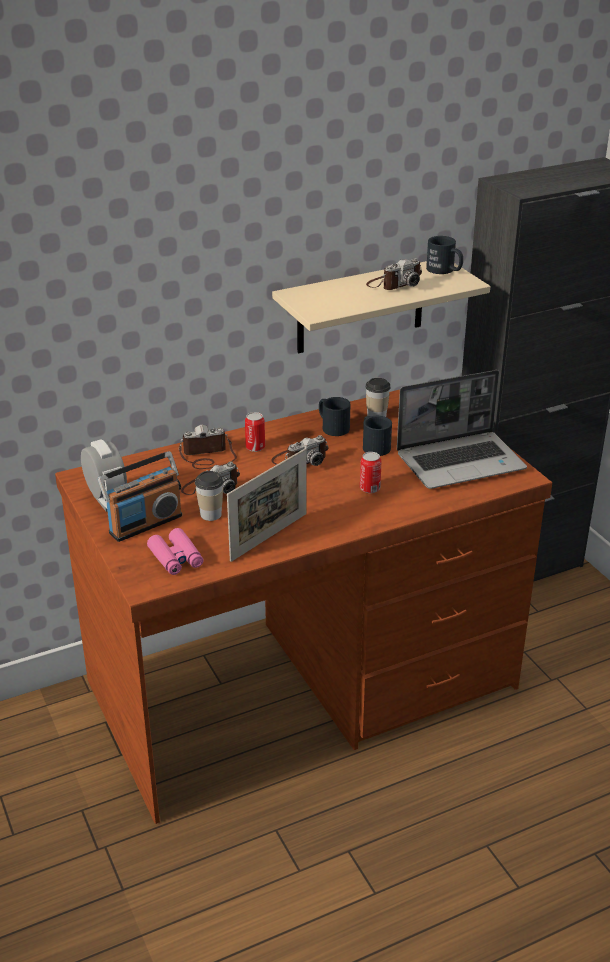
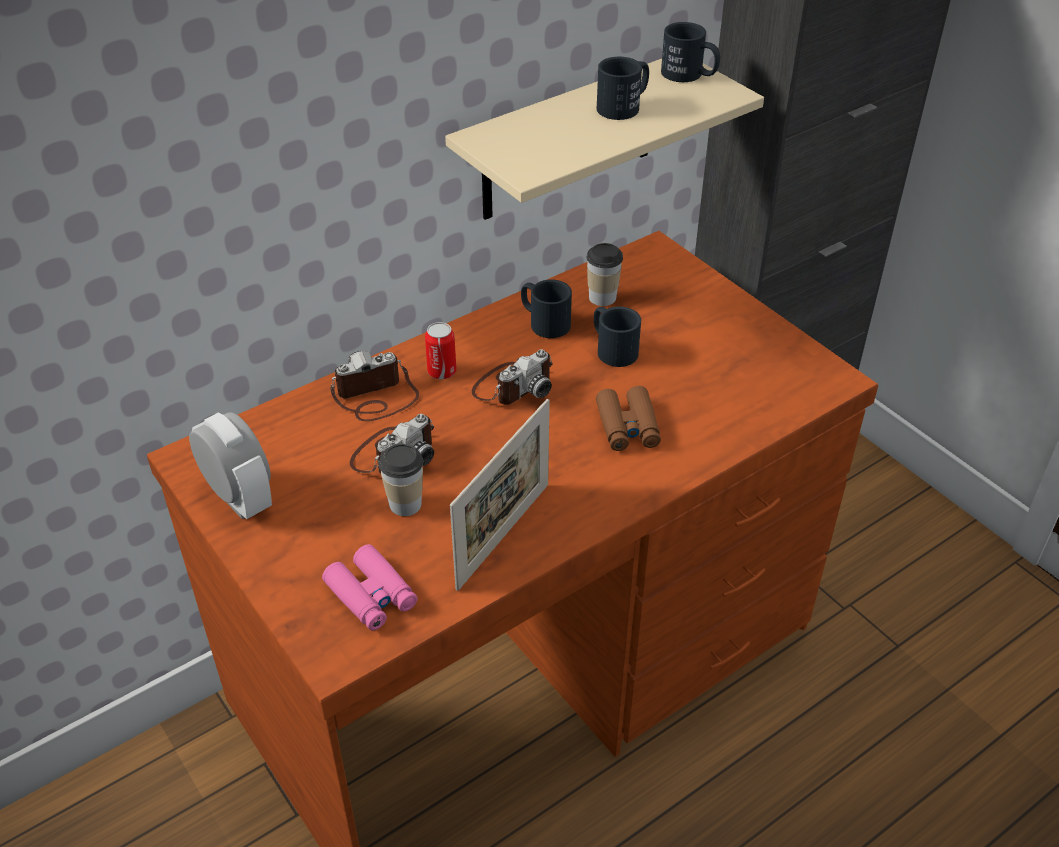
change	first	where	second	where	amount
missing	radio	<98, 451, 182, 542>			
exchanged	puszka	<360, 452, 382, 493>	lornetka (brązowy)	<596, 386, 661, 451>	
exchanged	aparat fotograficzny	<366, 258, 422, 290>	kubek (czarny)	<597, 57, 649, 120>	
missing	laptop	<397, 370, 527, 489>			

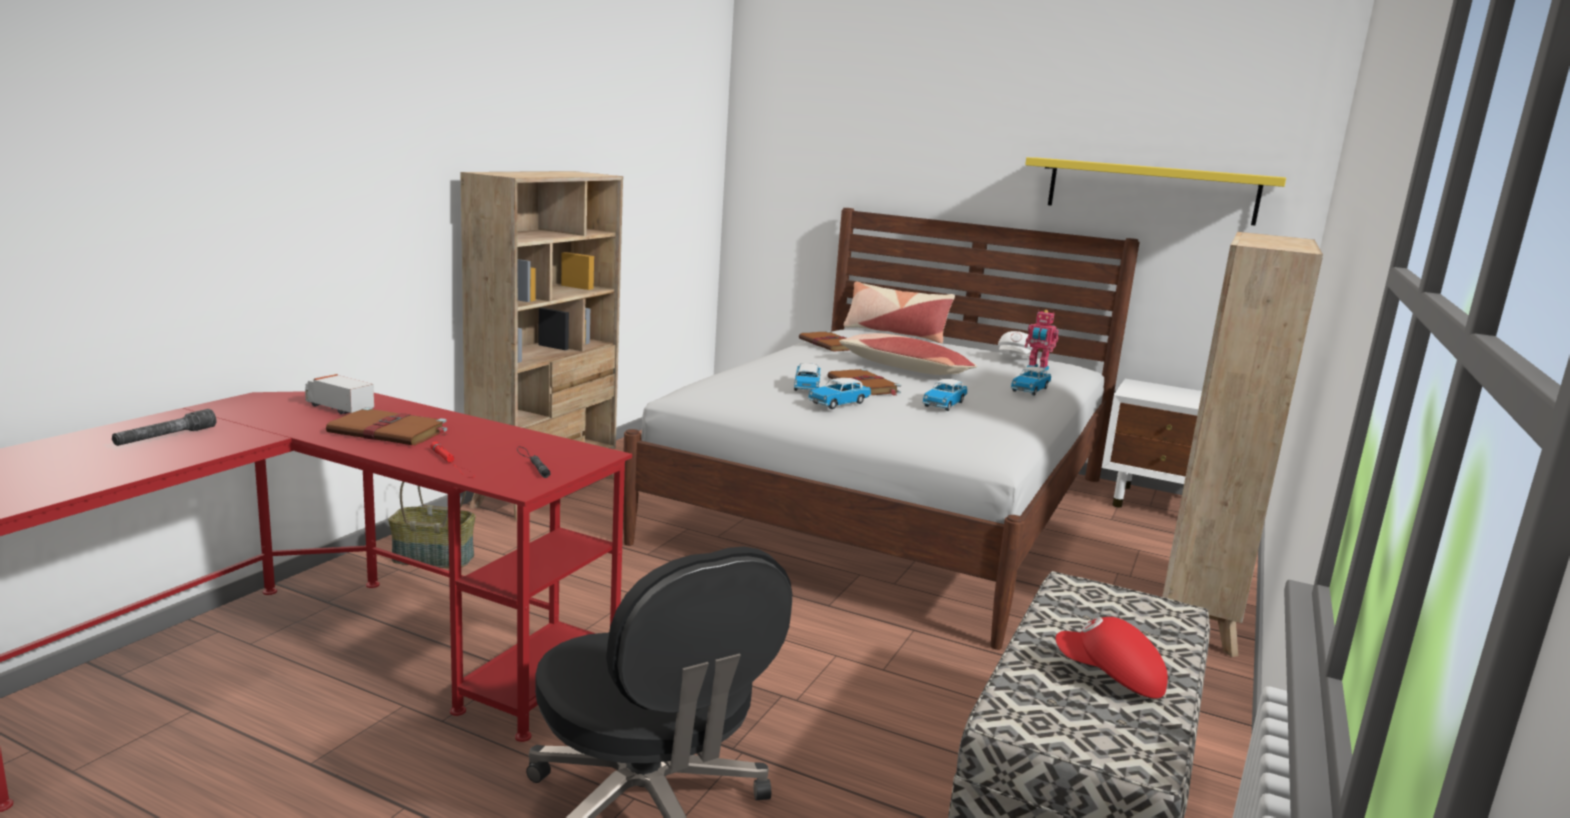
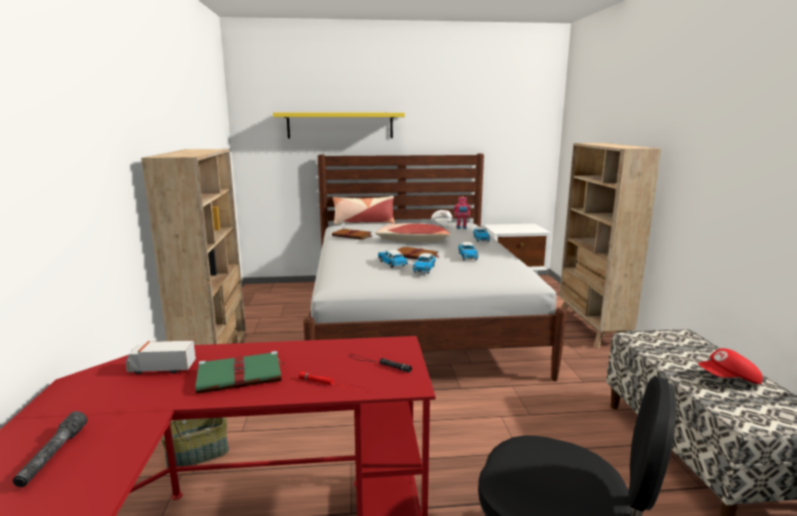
change	first	where	second	where	amount
colour	książka (brązowy)	<326, 407, 448, 445>	książka (zielony)	<195, 351, 285, 394>	
relocated	półka (żółty)	<1025, 157, 1286, 225>		<273, 113, 405, 139>	

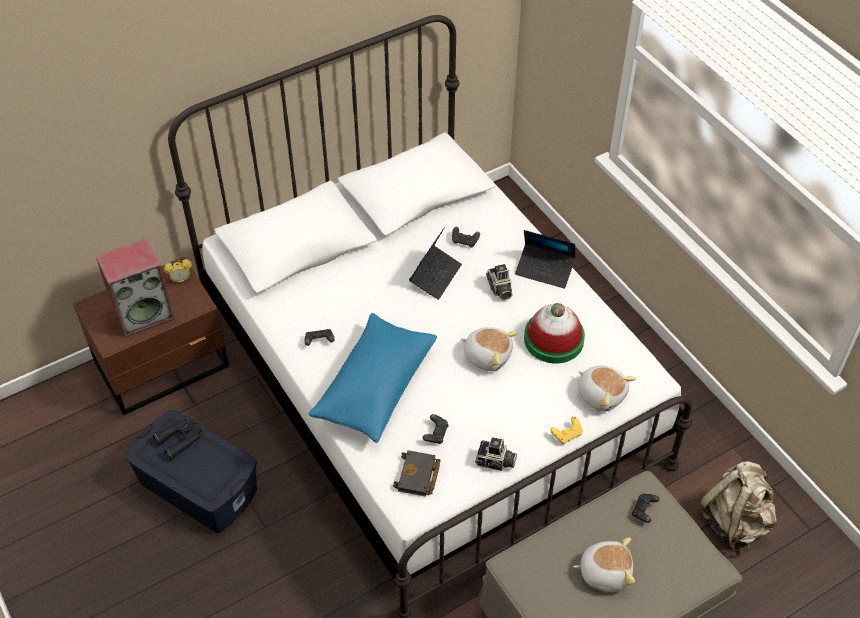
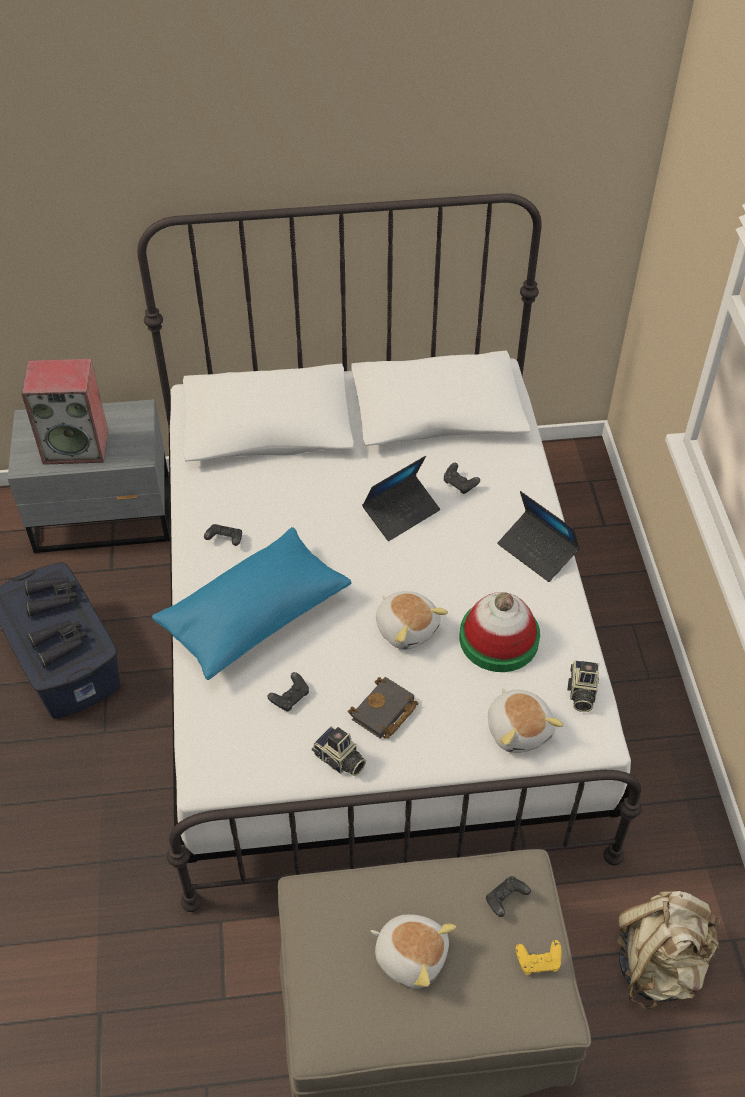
change	first	where	second	where	amount
colour	szafka nocna (brązowy)	<73, 257, 229, 415>	szafka nocna (szary)	<8, 399, 170, 553>	
missing	budzik	<164, 259, 192, 283>			
relocated	książka (czarny)	<393, 450, 441, 497>		<348, 677, 419, 739>	
relocated	aparat fotograficzny	<486, 264, 513, 301>		<567, 660, 599, 712>	
relocated	pad do gier (żółty)	<550, 416, 583, 444>		<516, 940, 562, 974>	
appeared			lornetka (czarny)	<27, 620, 87, 668>	

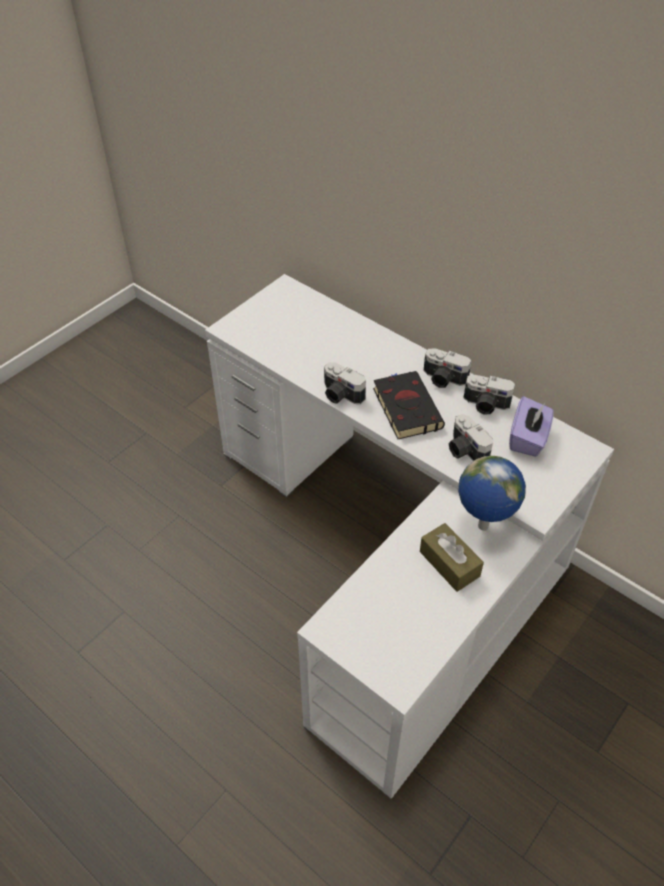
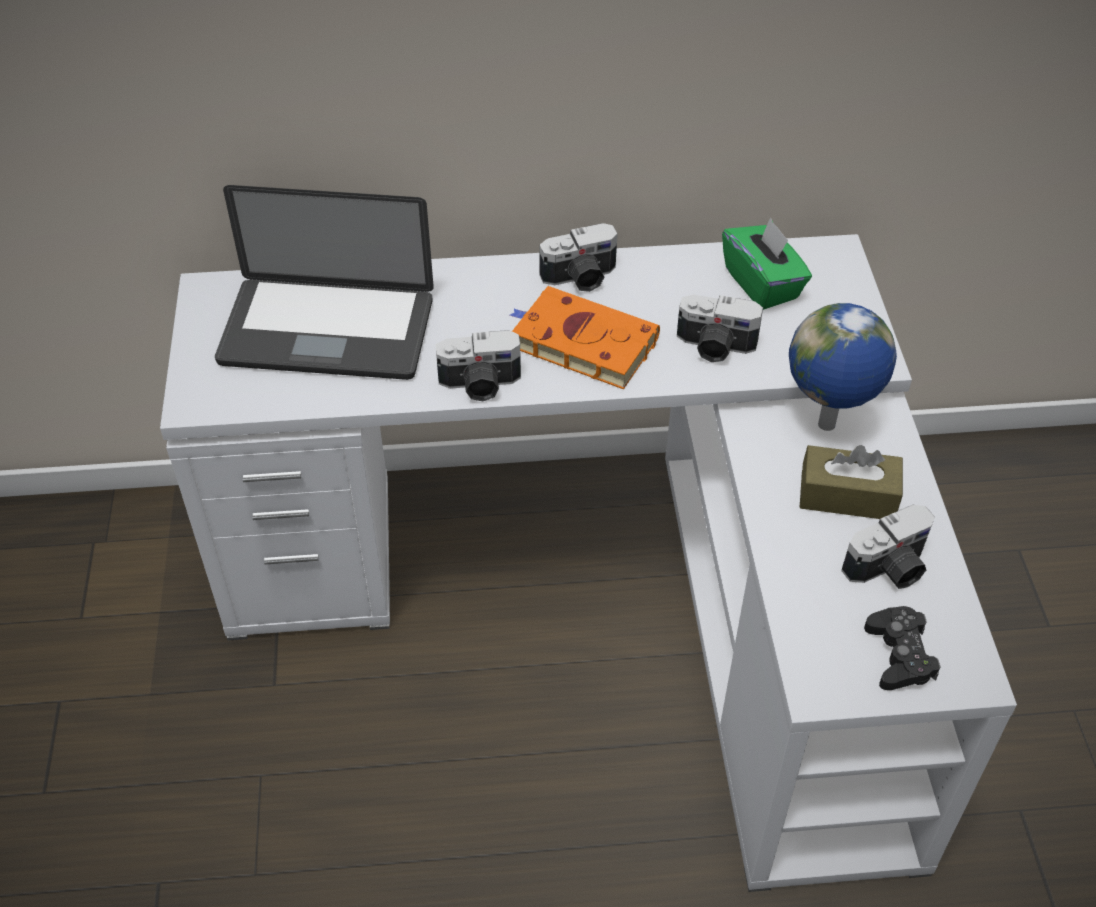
change	first	where	second	where	amount
colour	książka (czarny)	<373, 371, 445, 439>	książka (pomarańczowy)	<510, 286, 660, 390>	
relocated	aparat fotograficzny	<463, 375, 515, 415>		<841, 505, 935, 589>	
colour	pudełko chusteczek (fioletowy)	<509, 396, 554, 457>	pudełko chusteczek (zielony)	<722, 217, 812, 310>	
appeared			laptop	<215, 185, 434, 380>	
appeared			pad do gier (czarny)	<864, 606, 941, 690>	

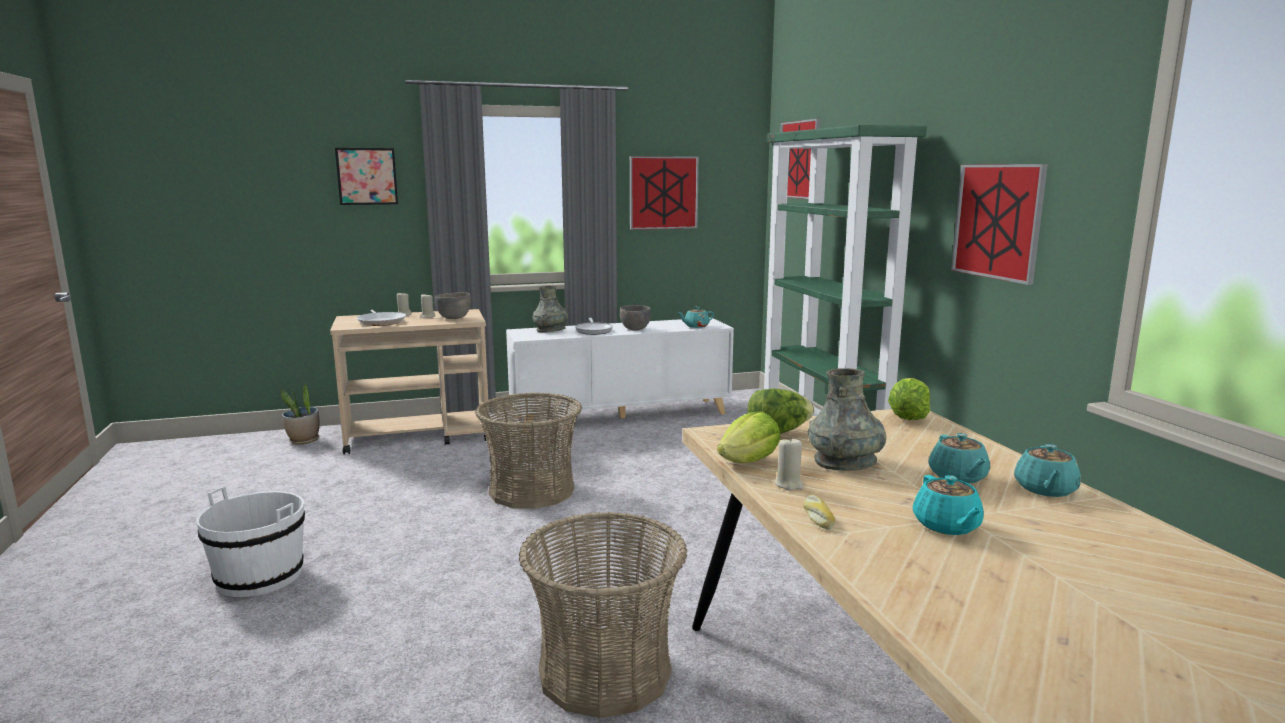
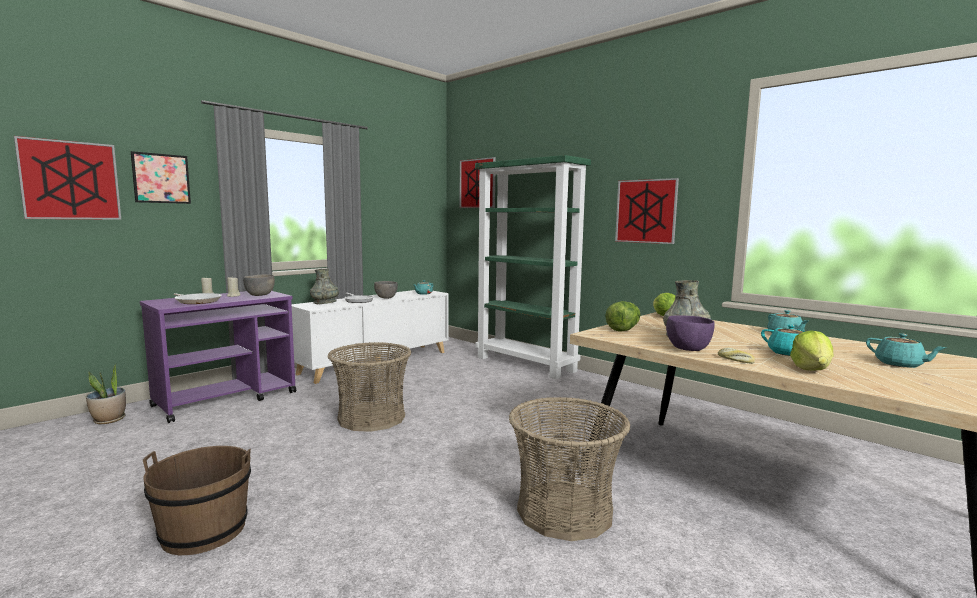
change	first	where	second	where	amount
colour	wiadro (biały)	<196, 486, 305, 597>	wiadro (brązowy)	<143, 446, 251, 555>	
colour	wózek (beżowy)	<330, 309, 489, 454>	wózek (fioletowy)	<140, 291, 296, 423>	
relocated	obraz	<630, 156, 699, 230>		<14, 136, 121, 220>	
relocated	sałata	<717, 412, 780, 463>		<790, 330, 833, 370>	
exchanged	świeca (beżowy)	<775, 437, 804, 491>	miska (fioletowy)	<666, 315, 715, 351>	
relocated	imbryk (turkusowy)	<928, 433, 990, 484>		<866, 333, 946, 368>	

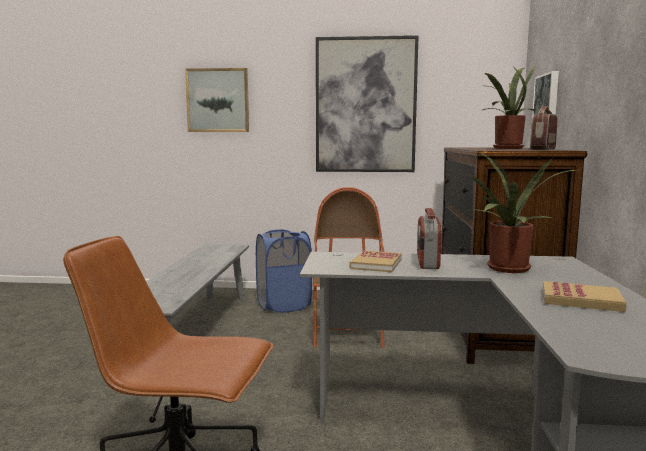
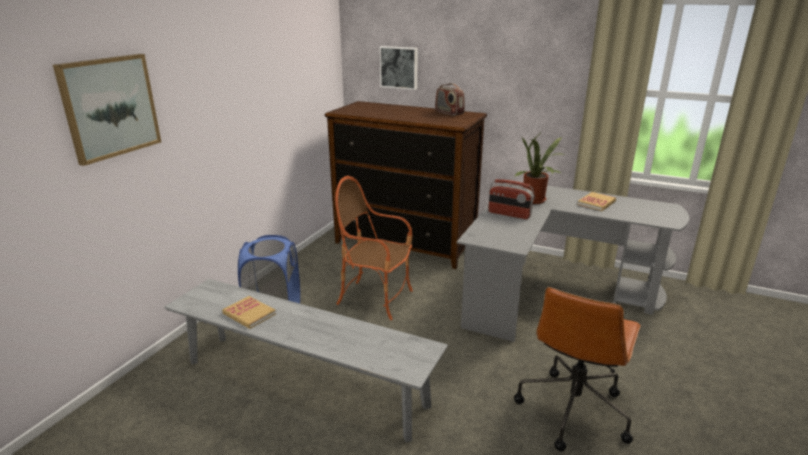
change	first	where	second	where	amount
missing	obraz	<316, 35, 419, 172>			
relocated	książka	<349, 250, 402, 272>		<222, 296, 276, 329>	
missing	roślina doniczkowa	<481, 66, 535, 149>			

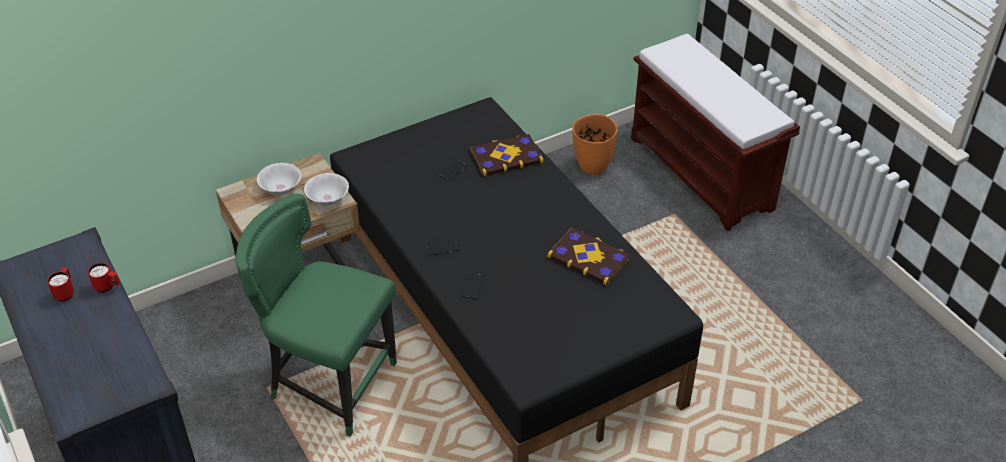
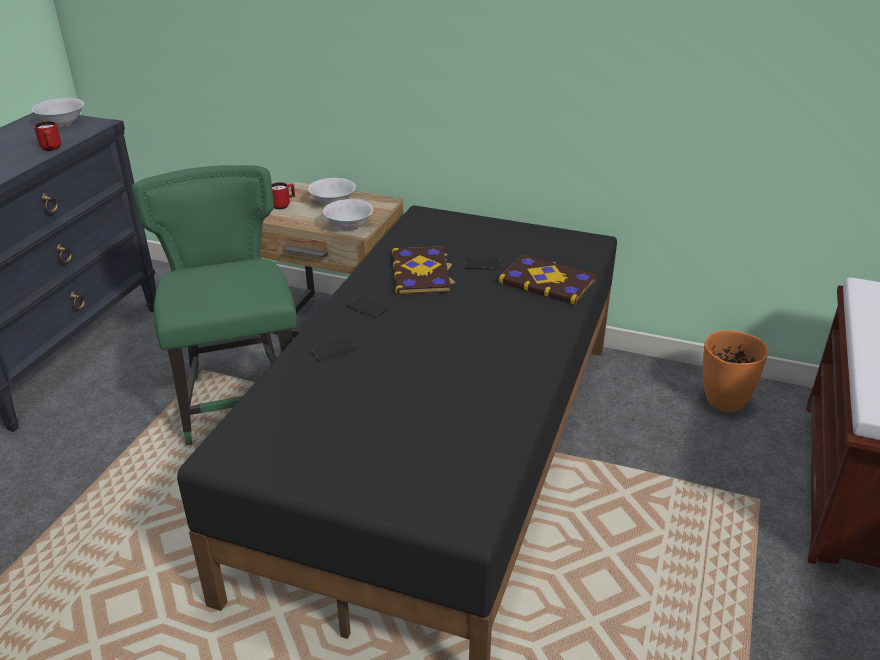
change	first	where	second	where	amount
relocated	kubek (czerwony)	<47, 267, 74, 302>		<272, 182, 295, 209>	
relocated	książka	<547, 228, 630, 286>		<392, 246, 455, 295>	
appeared			miska (biały)	<32, 98, 84, 127>	

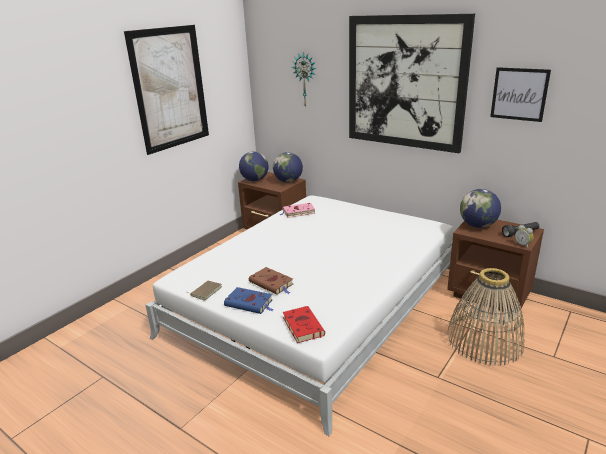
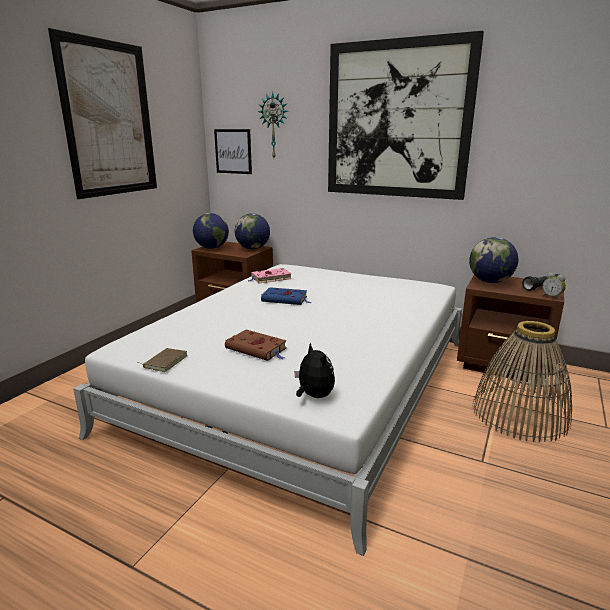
change	first	where	second	where	amount
relocated	książka (niebieski)	<224, 287, 274, 314>		<261, 287, 311, 305>	
exchanged	książka (czerwony)	<283, 306, 325, 343>	pluszak	<294, 342, 335, 398>	
relocated	obraz	<490, 67, 551, 122>		<214, 129, 252, 174>	

